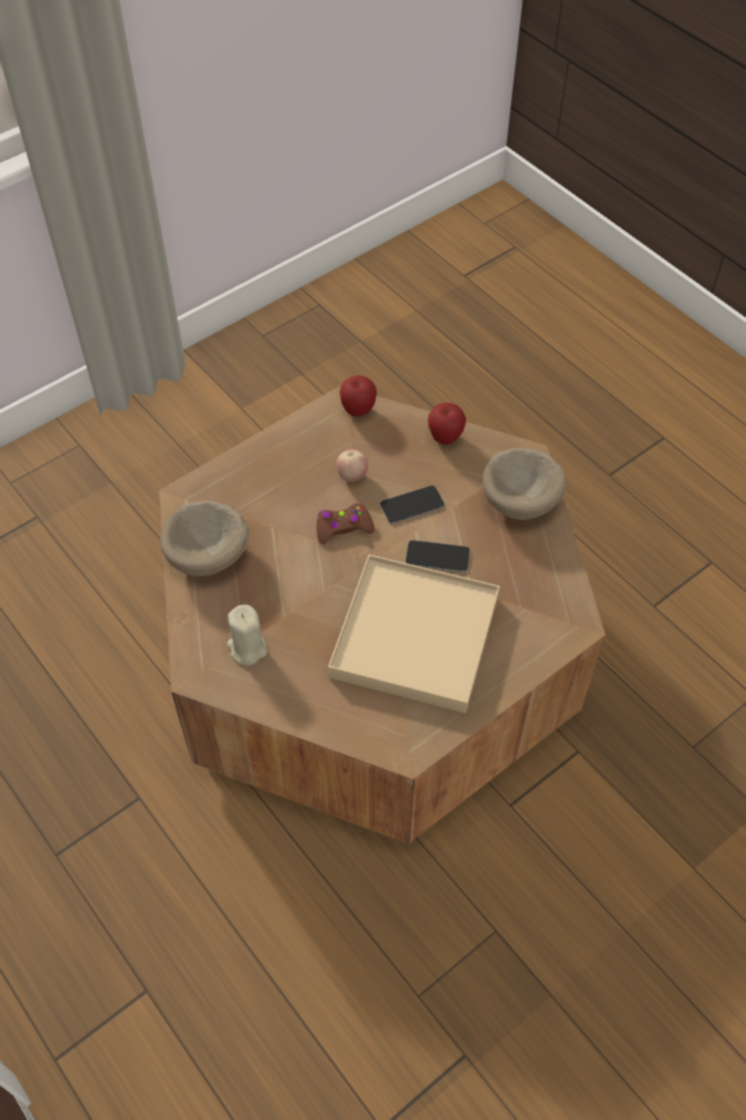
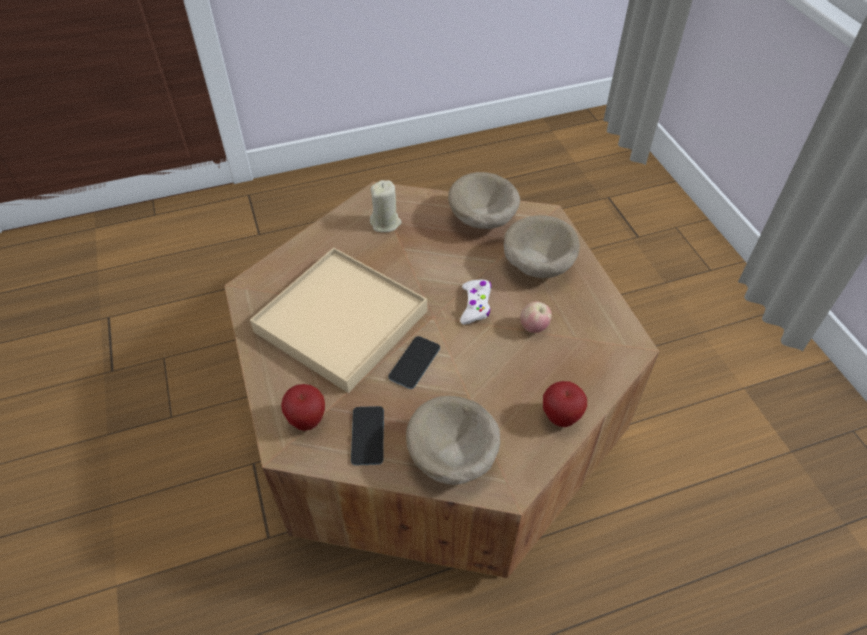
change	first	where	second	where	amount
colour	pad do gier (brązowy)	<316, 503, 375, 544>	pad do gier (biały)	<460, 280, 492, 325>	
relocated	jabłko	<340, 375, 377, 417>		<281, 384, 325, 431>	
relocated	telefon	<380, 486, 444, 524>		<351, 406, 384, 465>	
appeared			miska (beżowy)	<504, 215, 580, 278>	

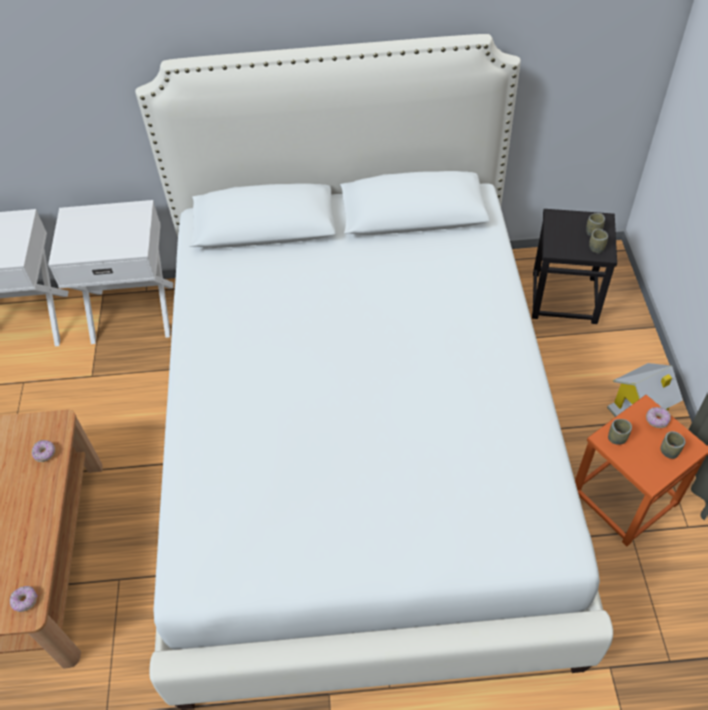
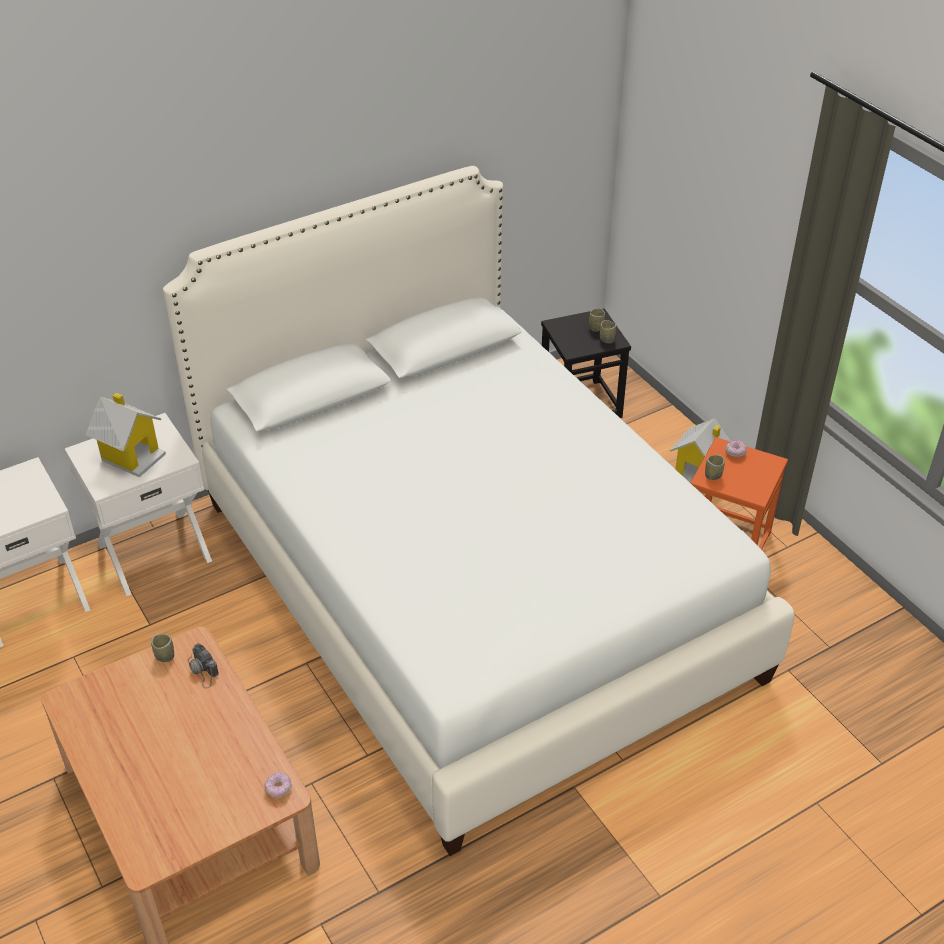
change	first	where	second	where	amount
exchanged	donut	<32, 440, 55, 462>	aparat fotograficzny	<187, 643, 219, 689>	
relocated	filiżanka	<660, 431, 686, 459>		<151, 634, 174, 662>	
appeared			domek	<85, 393, 166, 477>	

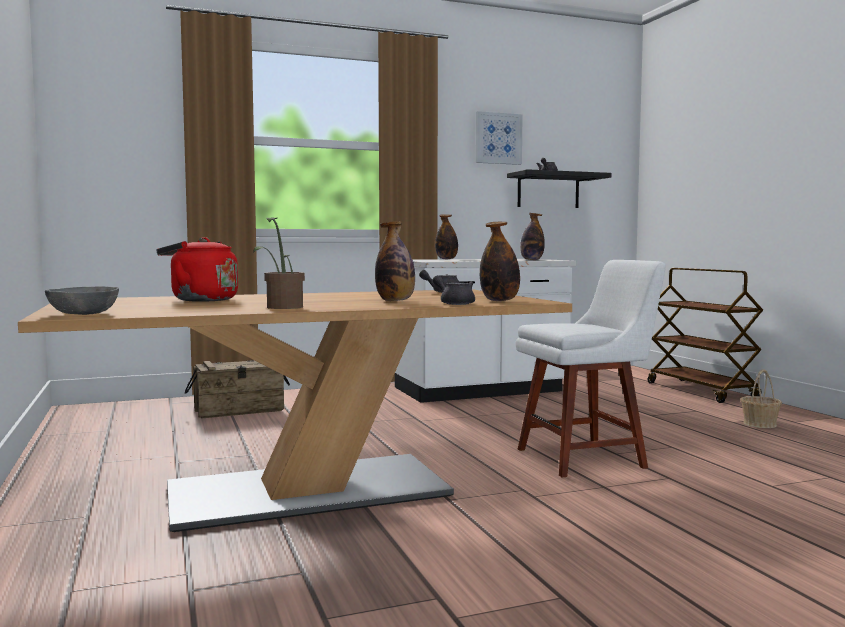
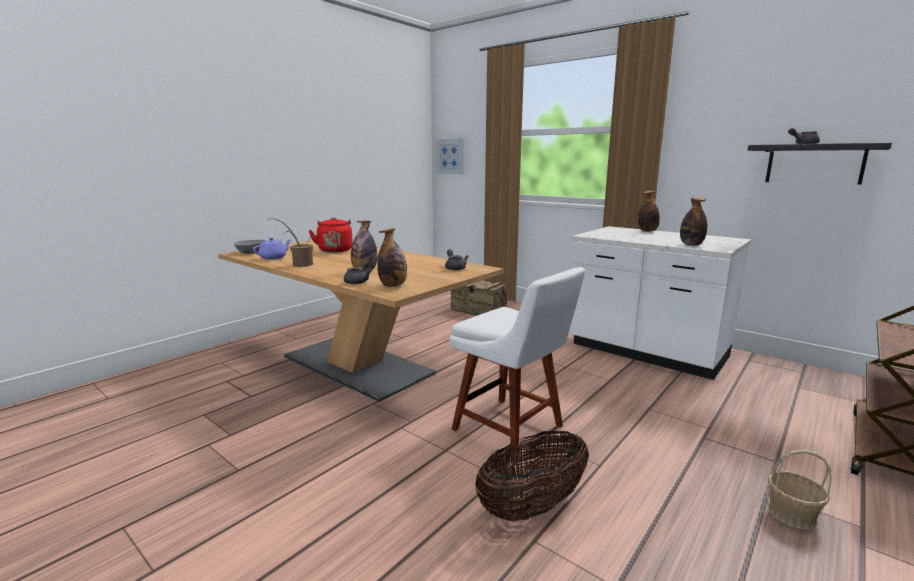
change	first	where	second	where	amount
relocated	obraz	<476, 111, 523, 165>		<436, 138, 464, 174>	
appeared			imbryk (fioletowy)	<253, 238, 292, 260>	
appeared			koszyk	<475, 431, 589, 521>	

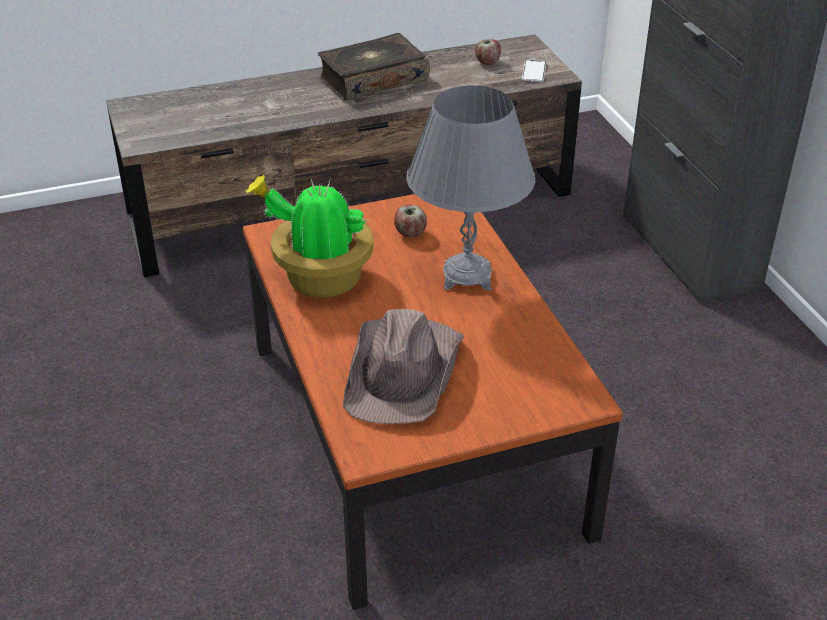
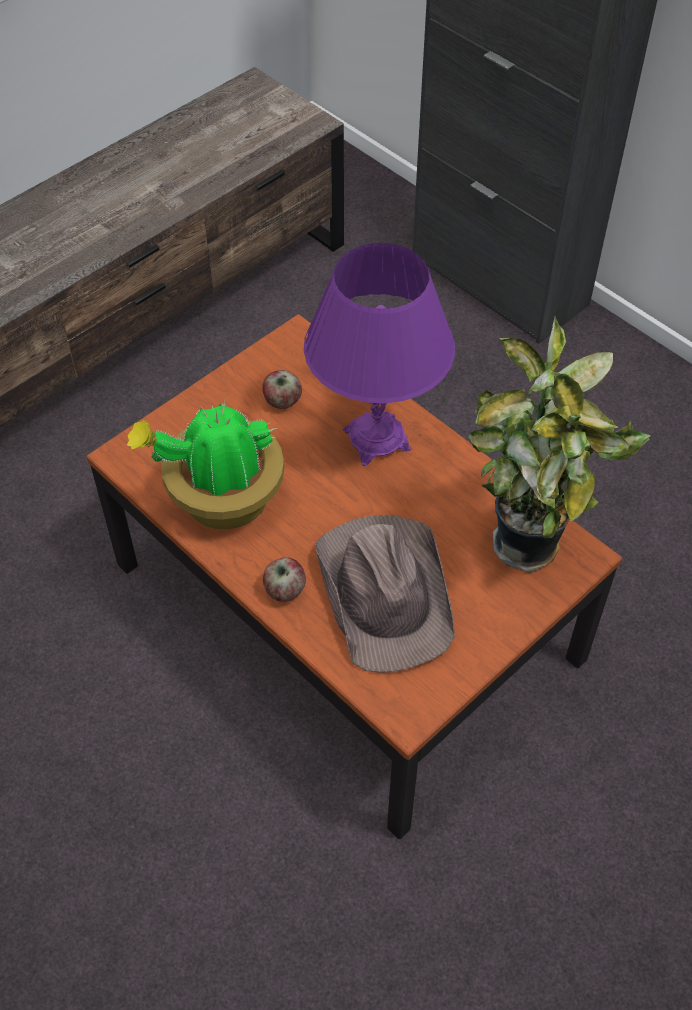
change	first	where	second	where	amount
missing	książka	<318, 33, 430, 101>			
colour	lampa stołowa (szary)	<406, 86, 536, 290>	lampa stołowa (fioletowy)	<304, 243, 455, 466>	
relocated	jabłko	<475, 39, 501, 65>		<263, 557, 306, 602>	
missing	telefon	<522, 60, 546, 82>			
appeared			roślina doniczkowa	<468, 317, 651, 573>	

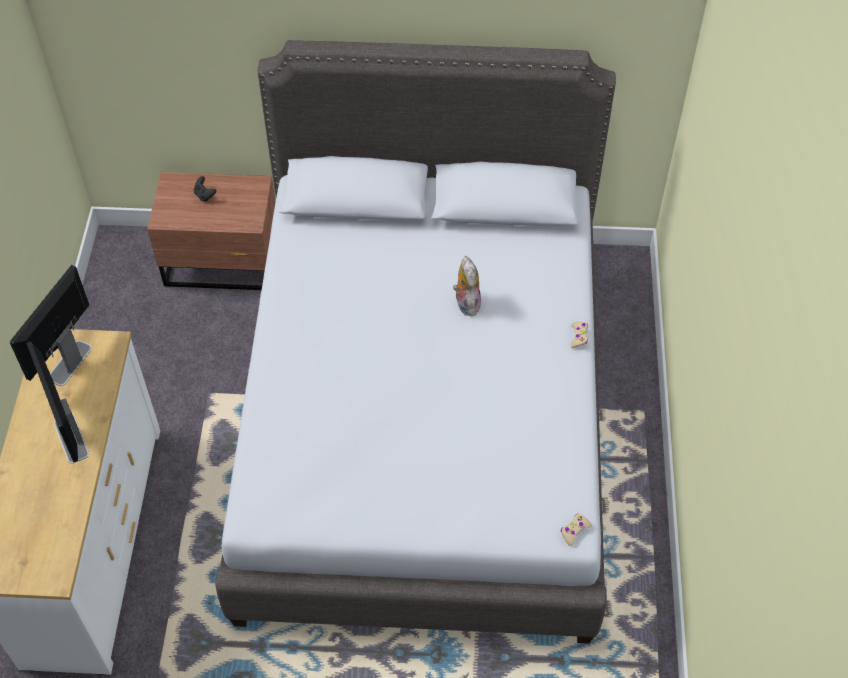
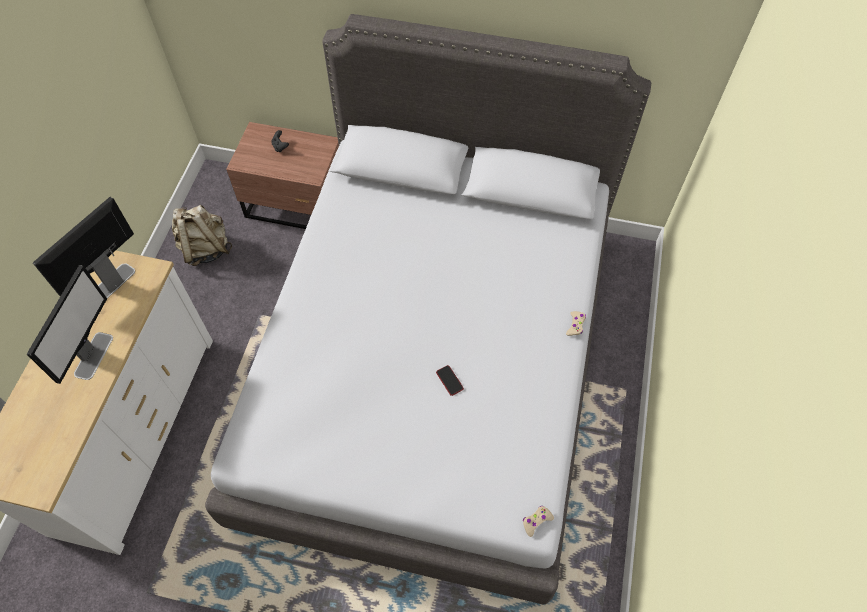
change	first	where	second	where	amount
spun	monitor	<26, 342, 89, 463>		<27, 265, 113, 384>	150 degrees counterclockwise
missing	pluszak	<453, 256, 481, 316>			
appeared			plecak (beżowy)	<172, 205, 232, 266>	
appeared			telefon	<436, 365, 464, 396>	

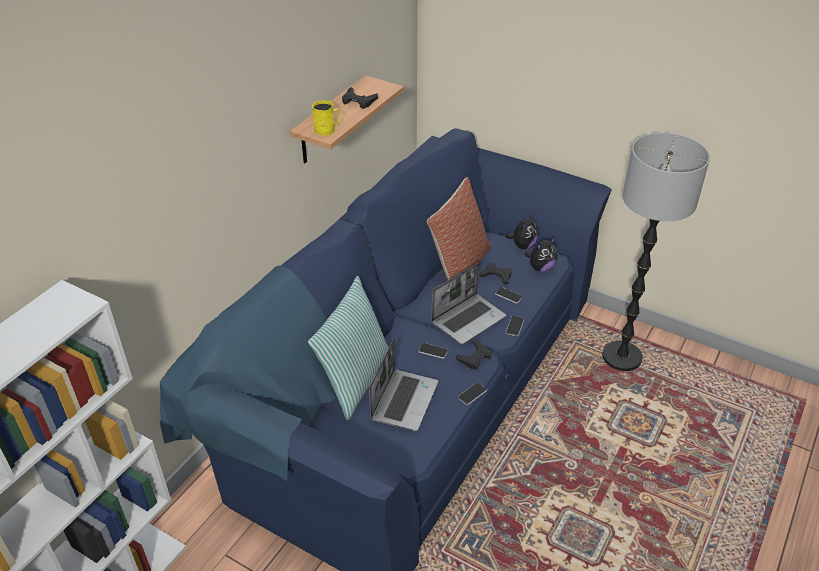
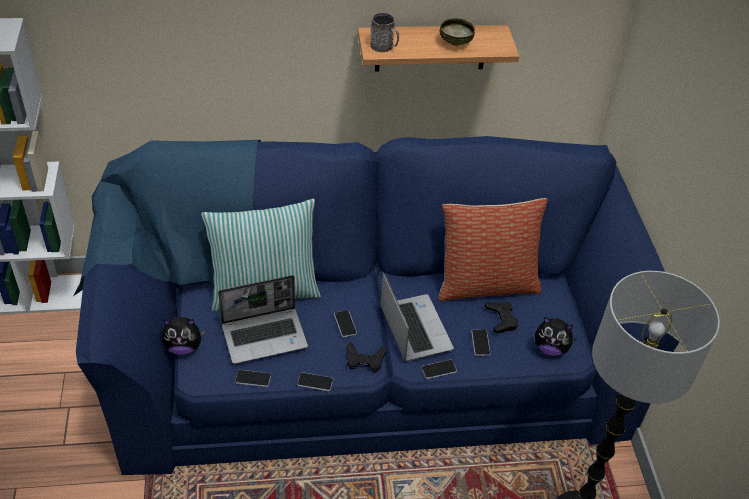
change	first	where	second	where	amount
colour	kubek (żółty)	<312, 100, 341, 136>	kubek (szary)	<370, 12, 399, 52>	
exchanged	pad do gier (czarny)	<342, 87, 378, 109>	miska	<440, 18, 475, 46>	
spun	laptop	<431, 263, 506, 344>		<380, 272, 454, 362>	120 degrees counterclockwise
relocated	pluszak	<505, 213, 538, 249>		<162, 317, 205, 355>	
appeared			telefon	<235, 370, 271, 387>	

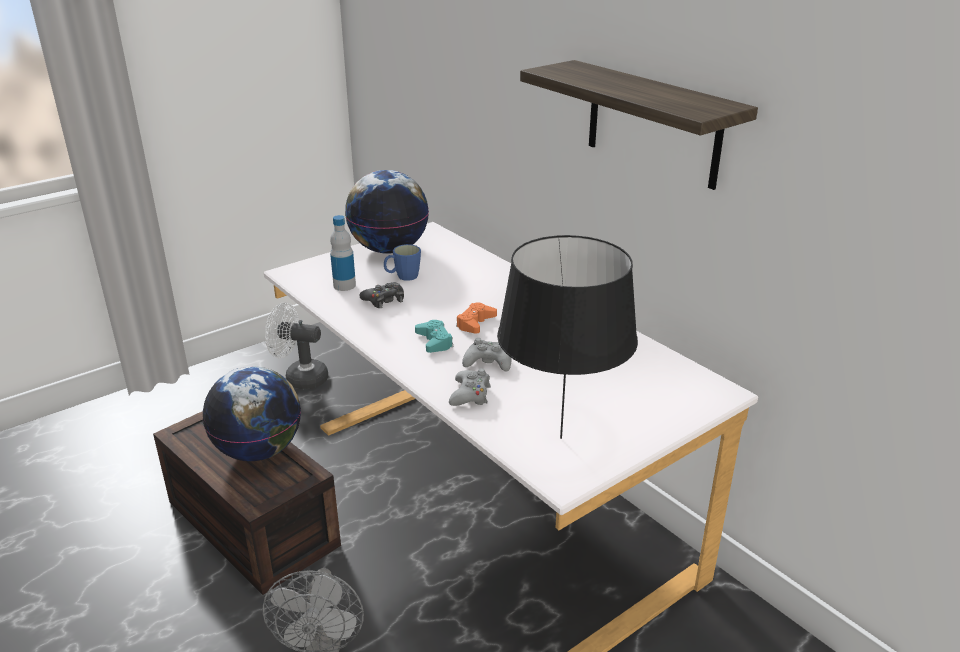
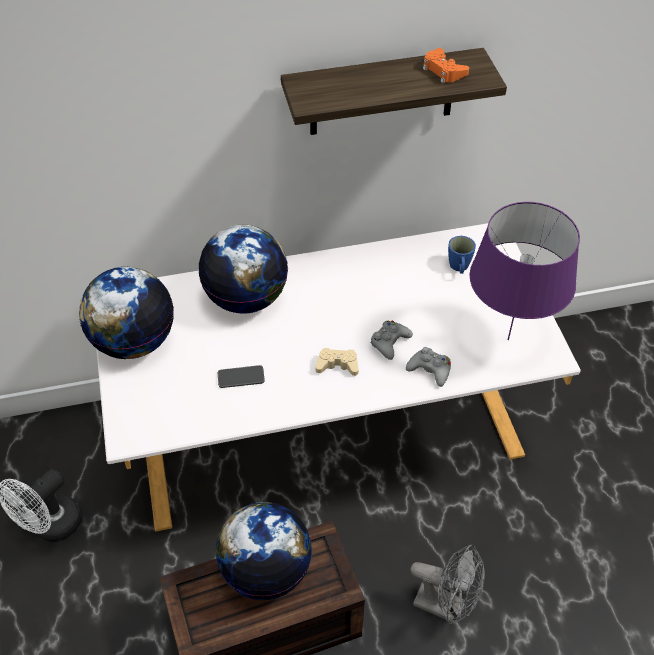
change	first	where	second	where	amount
missing	butelka	<330, 215, 356, 291>			
exchanged	pad do gier (czarny)	<359, 282, 404, 308>	telefon	<218, 365, 265, 388>	
relocated	kubek (niebieski)	<384, 244, 421, 281>		<448, 236, 476, 274>	
colour	pad do gier (turkusowy)	<415, 320, 453, 353>	pad do gier (beżowy)	<316, 348, 359, 376>	
relocated	pad do gier (pomarańczowy)	<456, 302, 497, 334>		<423, 48, 469, 83>	
colour	lampa stołowa (czarny)	<497, 235, 638, 439>	lampa stołowa (fioletowy)	<469, 202, 580, 340>	
appeared			globus	<199, 225, 288, 314>	

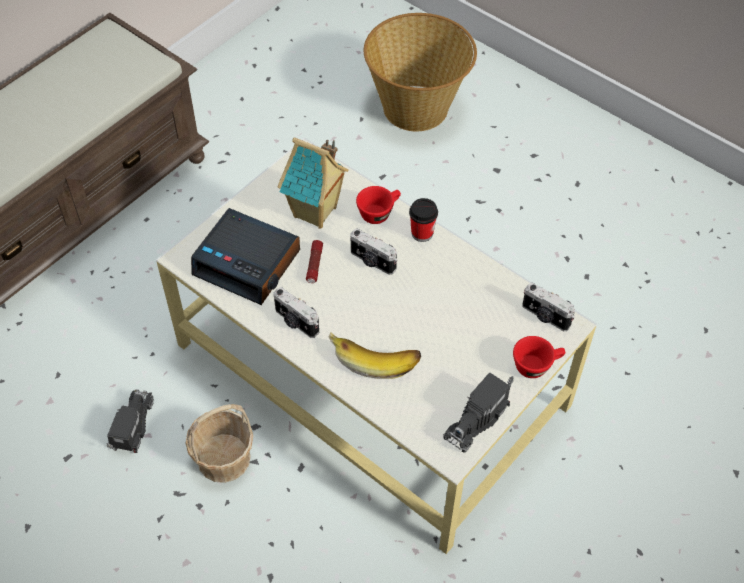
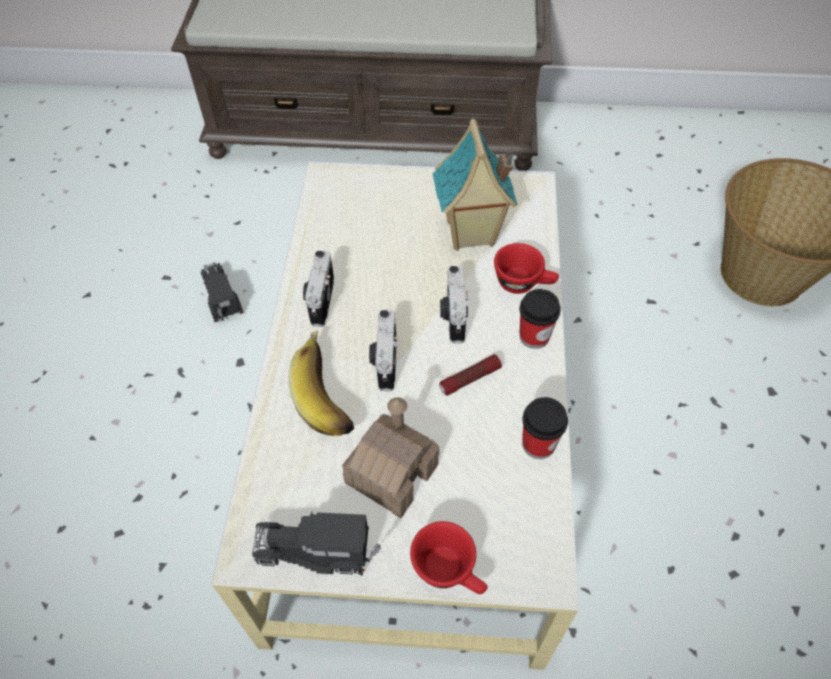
change	first	where	second	where	amount
spun	ciężarówka zabawkowa	<107, 389, 154, 453>		<200, 262, 244, 322>	90 degrees counterclockwise
missing	koszyk	<186, 404, 253, 483>			
missing	budzik	<191, 208, 300, 305>			
relocated	latarka	<306, 240, 323, 283>		<439, 354, 502, 395>	
relocated	aparat fotograficzny	<522, 282, 575, 331>		<369, 310, 398, 391>	
appeared			domek	<342, 397, 439, 518>	
appeared			filiżanka	<522, 397, 568, 459>	

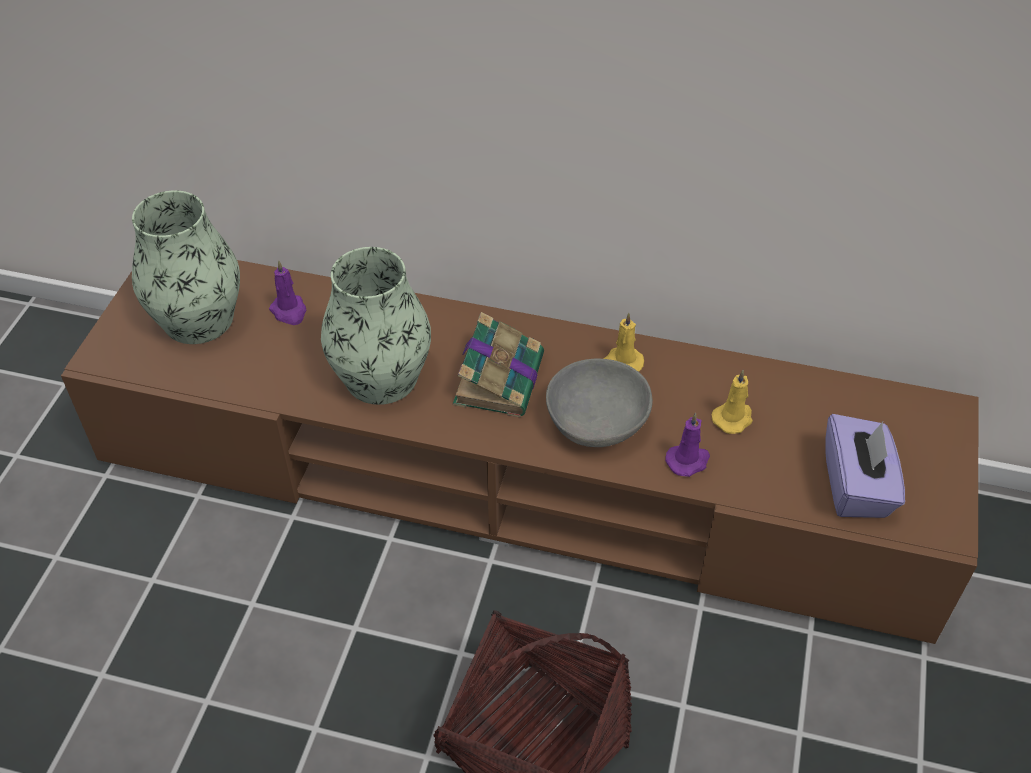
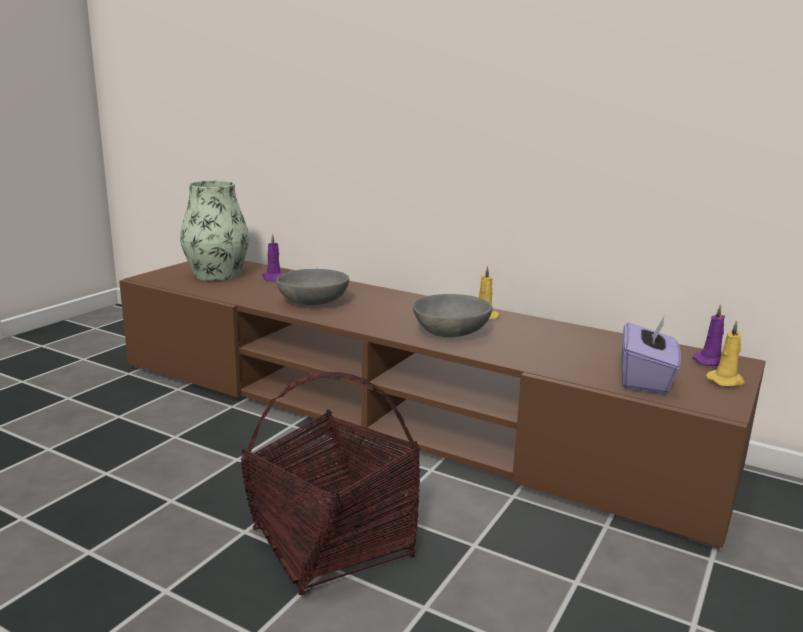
change	first	where	second	where	amount
exchanged	wazon	<321, 247, 431, 405>	miska (szary)	<276, 269, 349, 305>	
missing	książka	<453, 312, 544, 417>			
relocated	świeca (fioletowy)	<665, 413, 710, 477>		<693, 304, 725, 366>	
relocated	świeca (żółty)	<711, 370, 753, 434>		<706, 320, 745, 387>	

